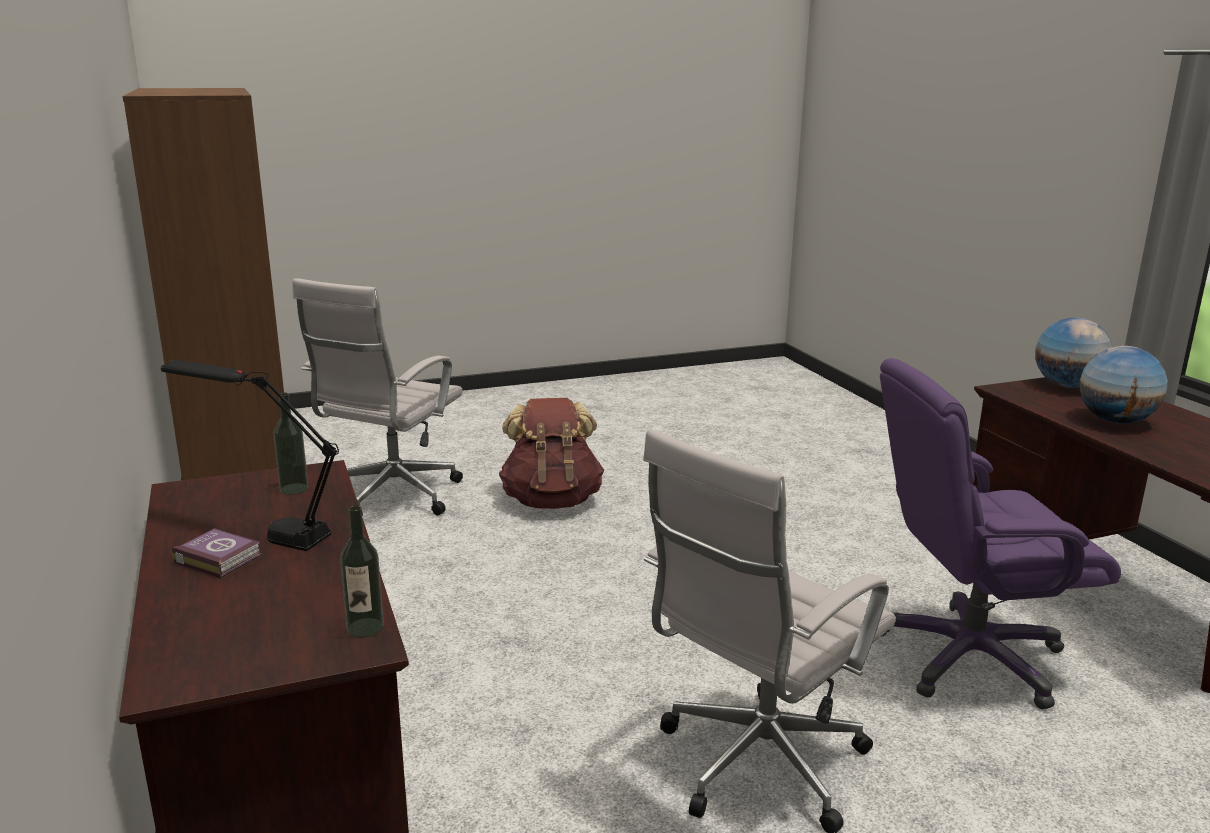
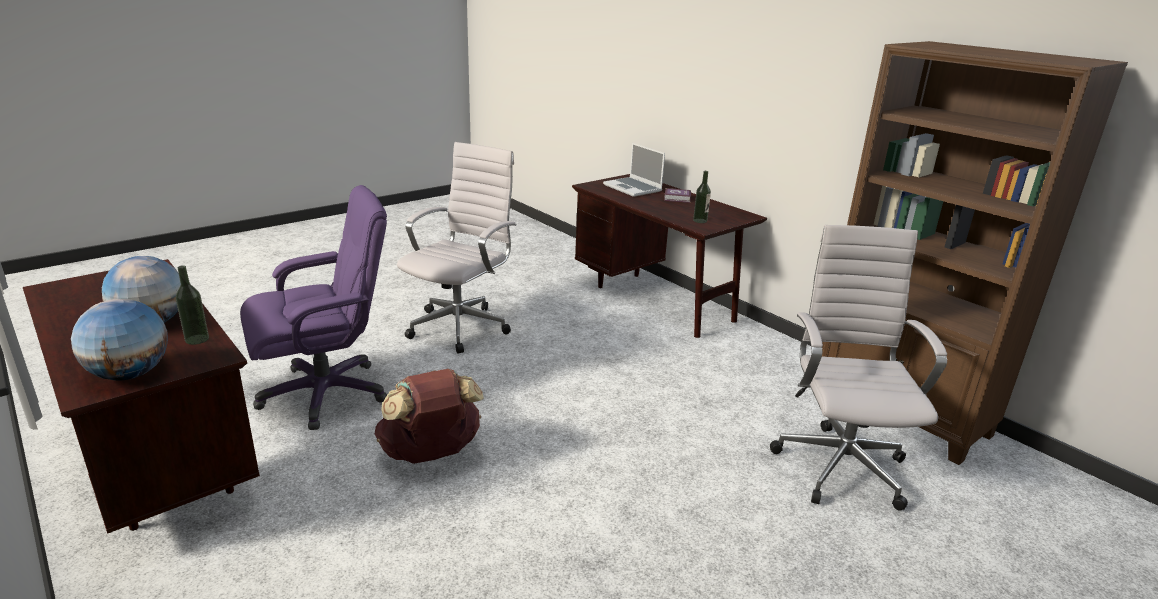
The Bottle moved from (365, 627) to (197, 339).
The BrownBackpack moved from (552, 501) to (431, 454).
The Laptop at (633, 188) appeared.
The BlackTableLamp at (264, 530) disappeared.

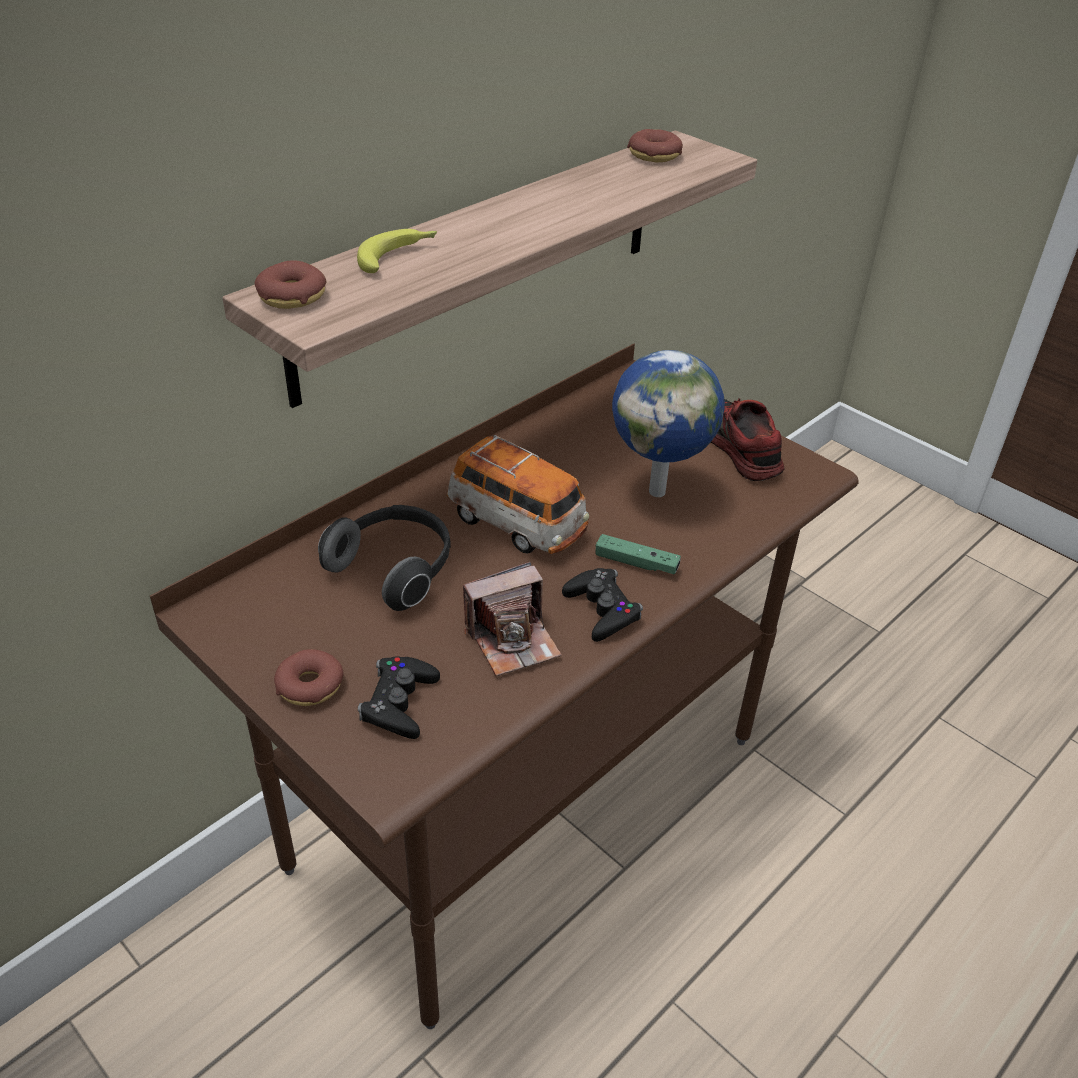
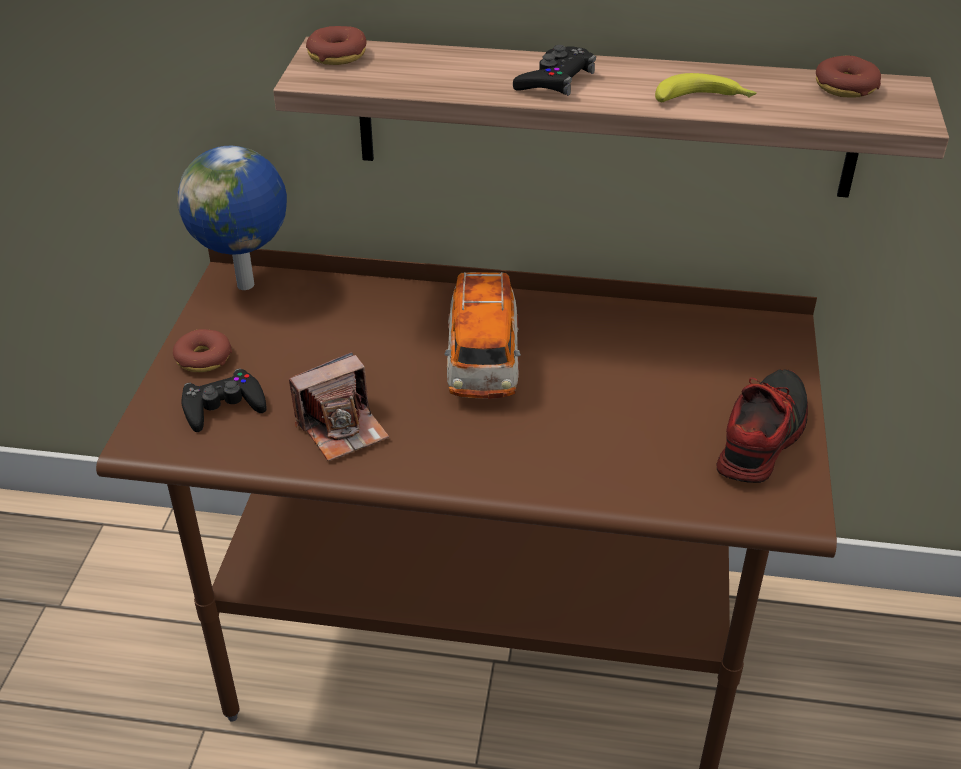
The Globe moved from (658, 490) to (248, 285).
The PhotoCamera at (512, 640) turned 60 degrees counterclockwise.
The BlackGameController moved from (602, 610) to (555, 81).
The Banana moved from (398, 257) to (705, 100).
The Headphones at (394, 569) disappeared.
The GreenGameController at (636, 563) disappeared.

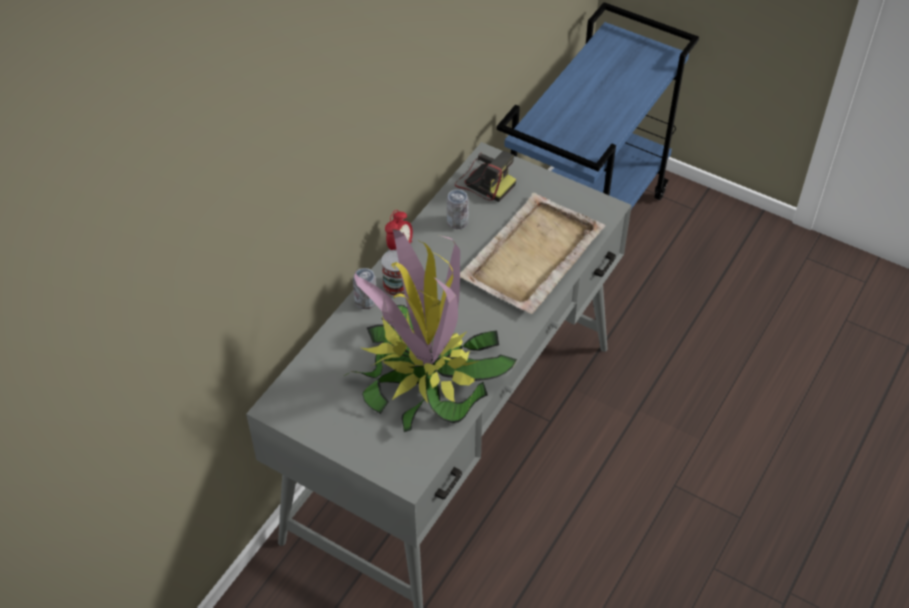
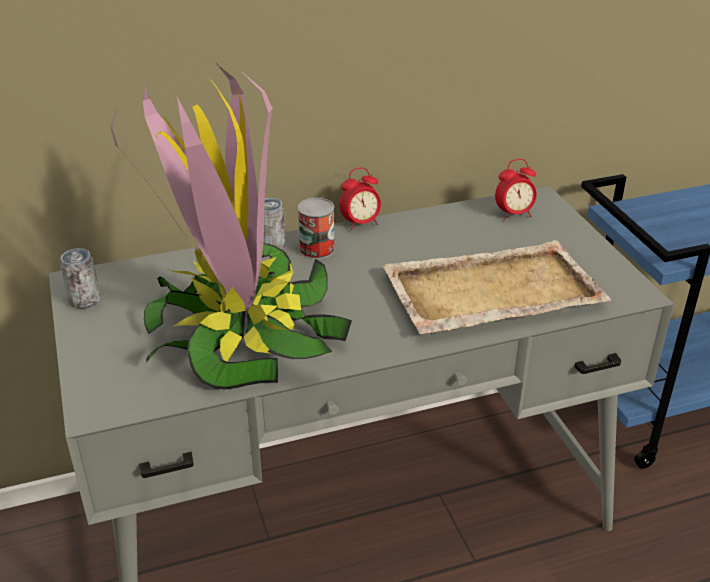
The Can moved from (457, 222) to (85, 301).
The PhotoCamera at (484, 182) was replaced by the AlarmClock at (514, 214).

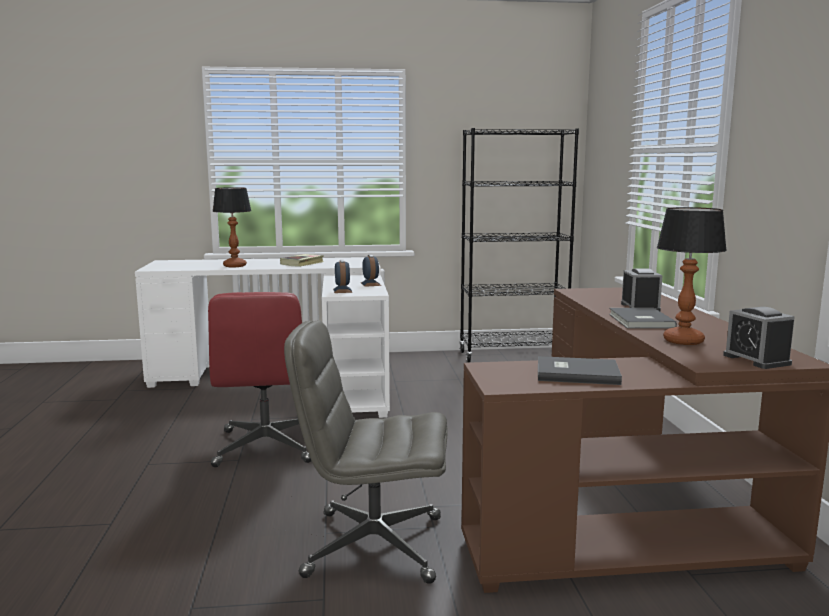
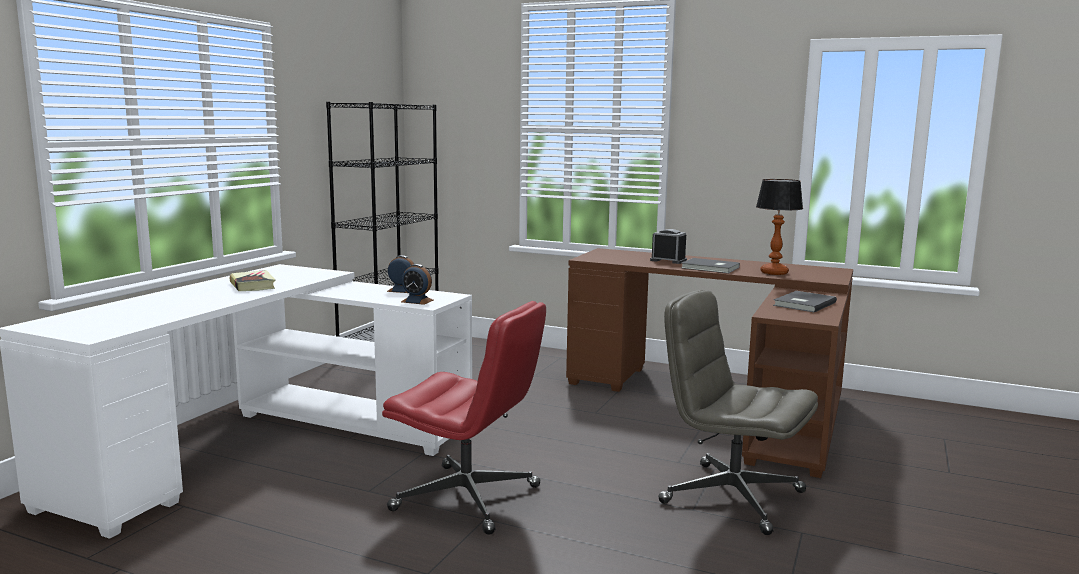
The GreyOfficeChair at (372, 546) turned 90 degrees clockwise.
The TableLamp at (235, 266) disappeared.
The AlarmClock at (756, 359) disappeared.

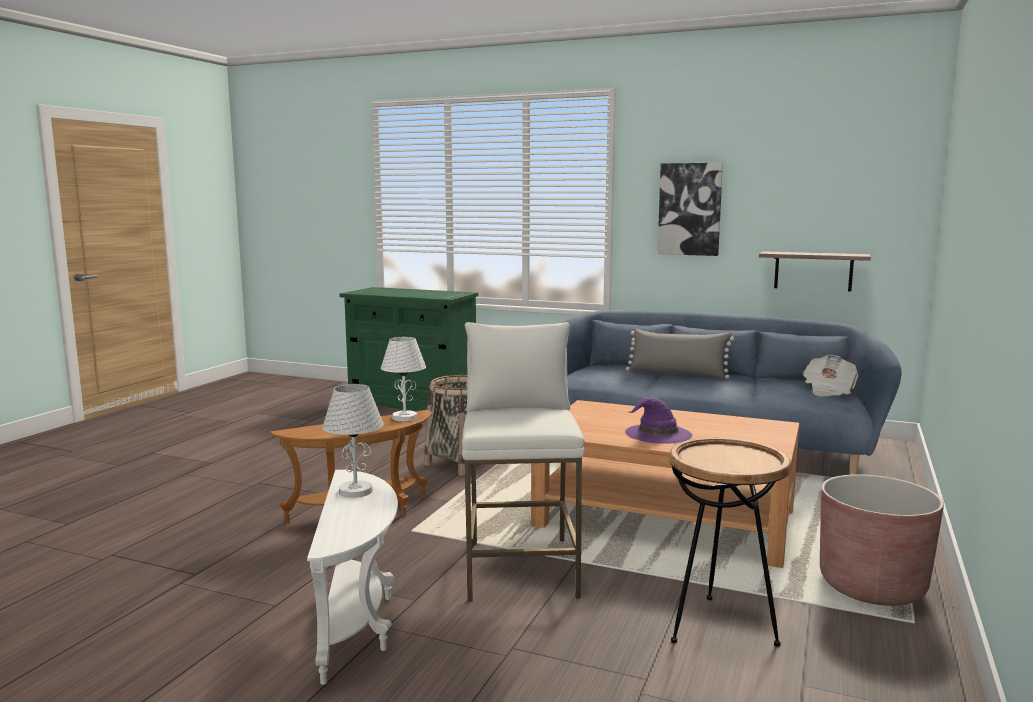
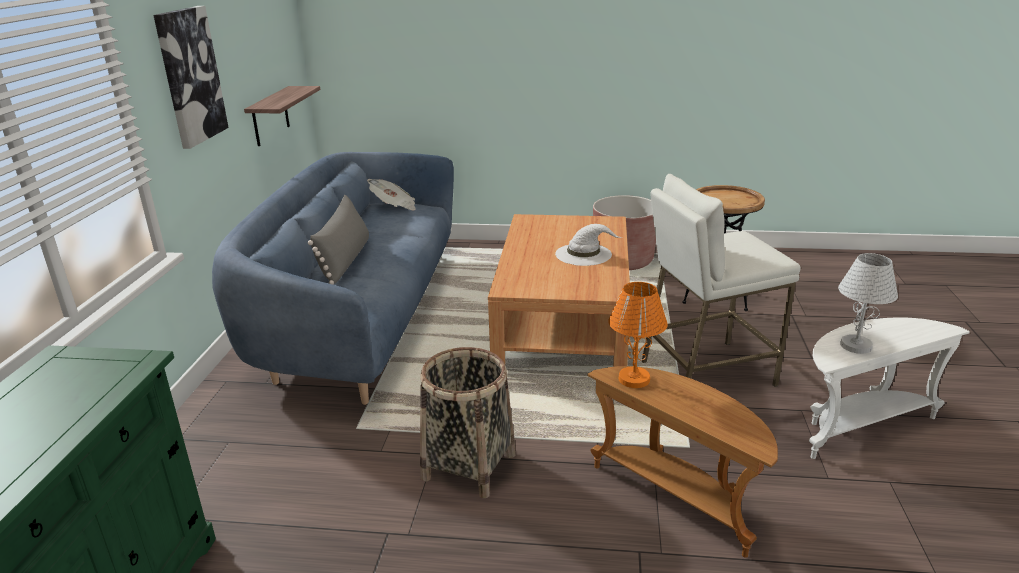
The PurpleHat at (657, 434) became the WhiteHat at (584, 254).
The WhiteTableLamp at (404, 417) became the OrangeTableLamp at (633, 379).

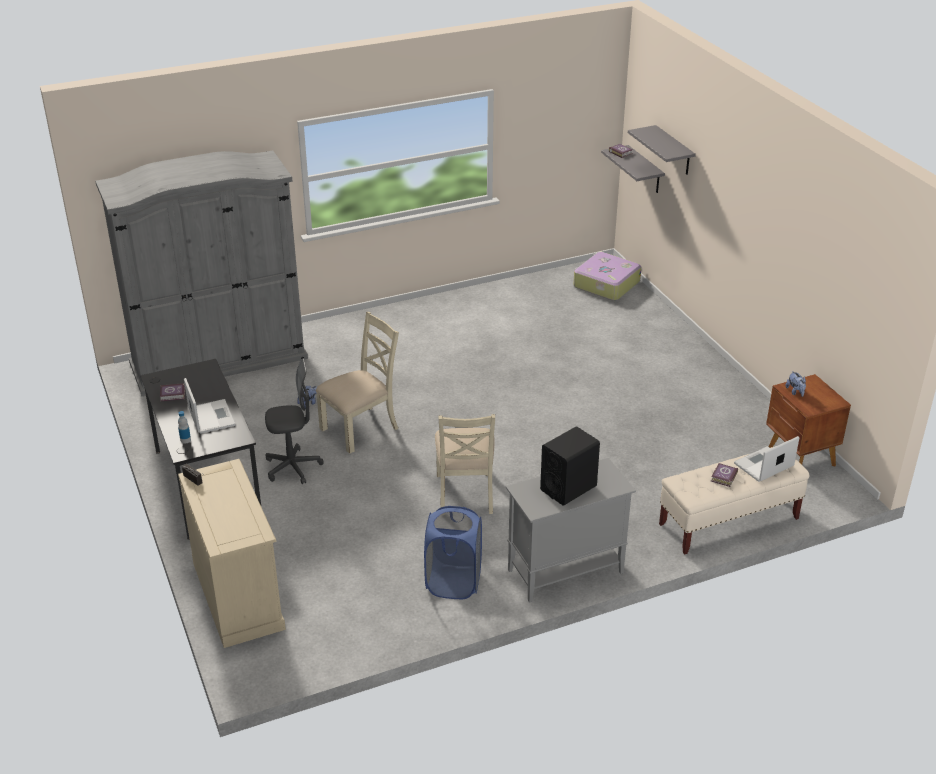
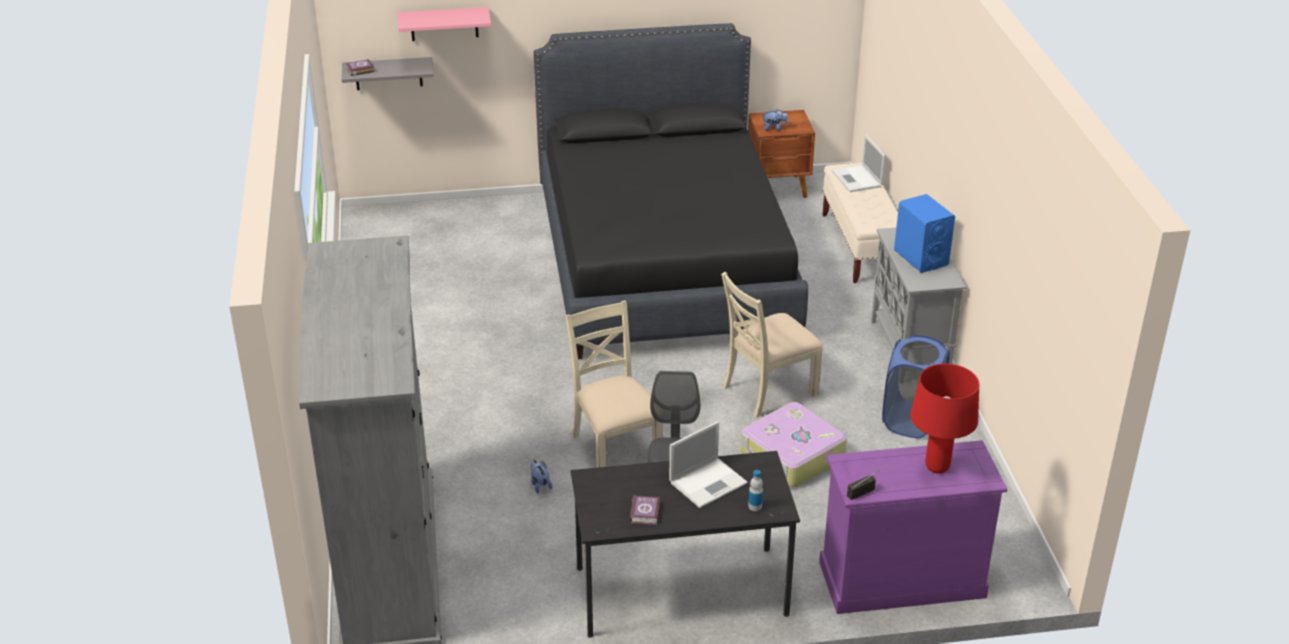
The GreyShelf at (674, 151) became the PinkShelf at (444, 24).
The BlackBed at (664, 263) appeared.
The Laptop at (211, 416) turned 150 degrees clockwise.
The BeigeChair at (465, 493) turned 135 degrees clockwise.
The Suitcase moved from (605, 284) to (792, 456).
The BeigeDresser at (238, 595) became the PurpleDresser at (901, 579).
The BlackSpeaker at (568, 488) became the BlueSpeaker at (920, 258).
The RedTableLamp at (937, 468) appeared.
The Book at (723, 477) disappeared.

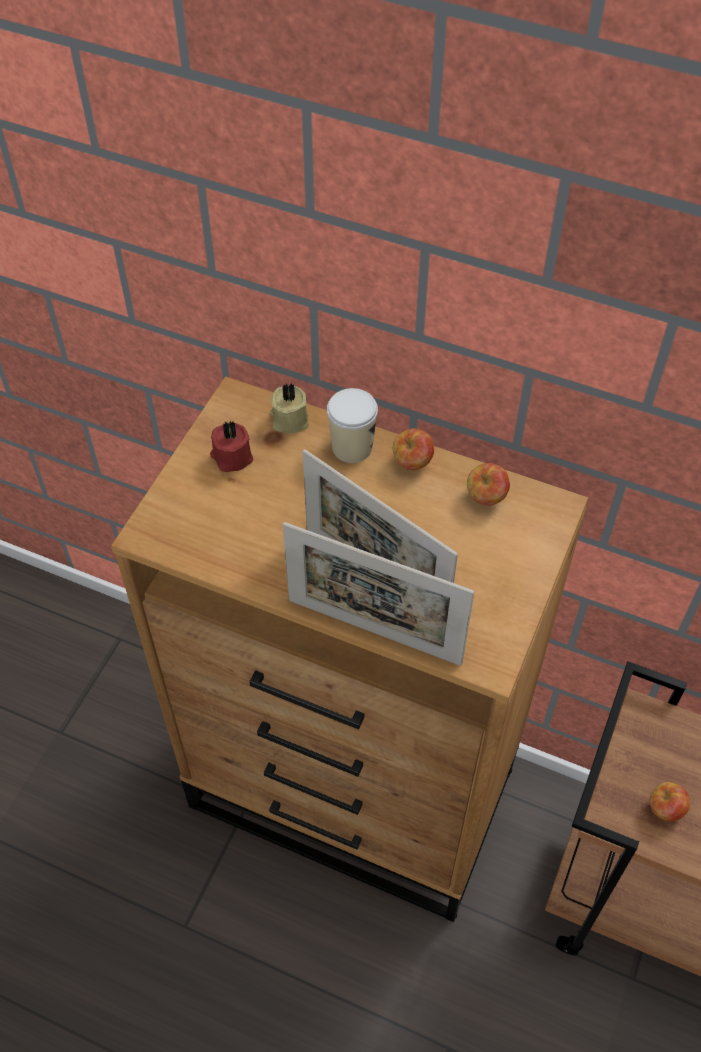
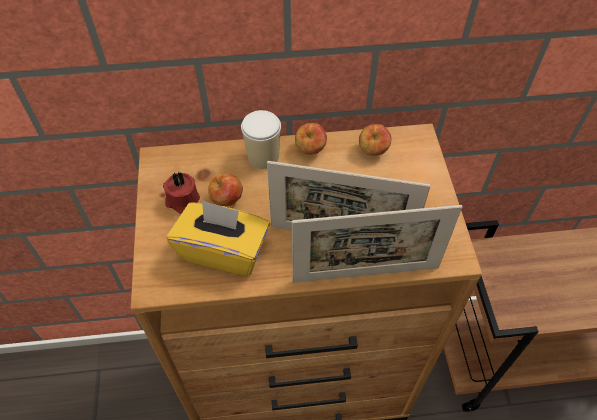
The YellowTissueBox at (224, 251) appeared.
The Apple moved from (665, 809) to (227, 200).
The BeigeCandle at (289, 419) disappeared.

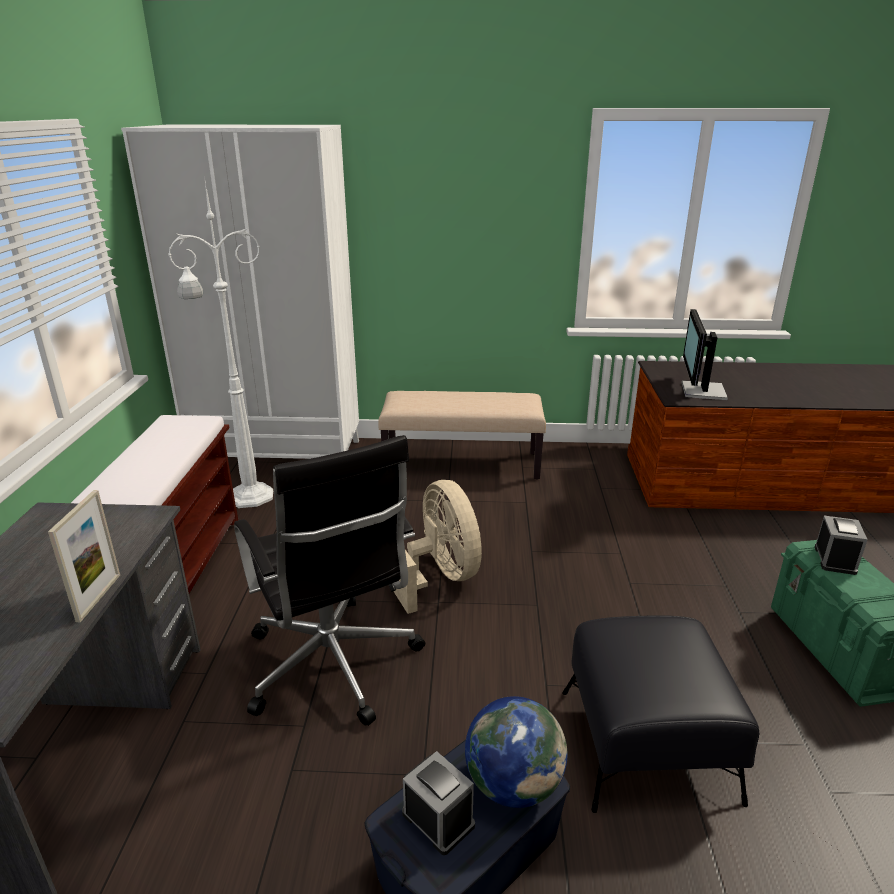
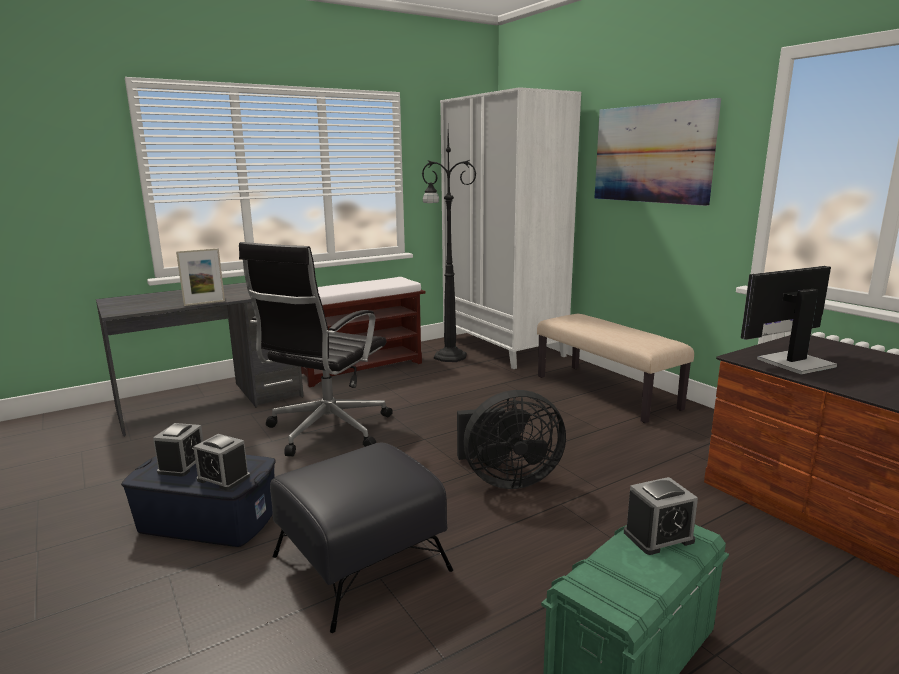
The Globe at (513, 784) was replaced by the AlarmClock at (223, 478).
The WhiteFloorLamp at (248, 496) became the BlackFloorLamp at (448, 356).
The BlackFan at (506, 479) appeared.
The Picture at (652, 154) appeared.
The BeigeFan at (440, 577) disappeared.

